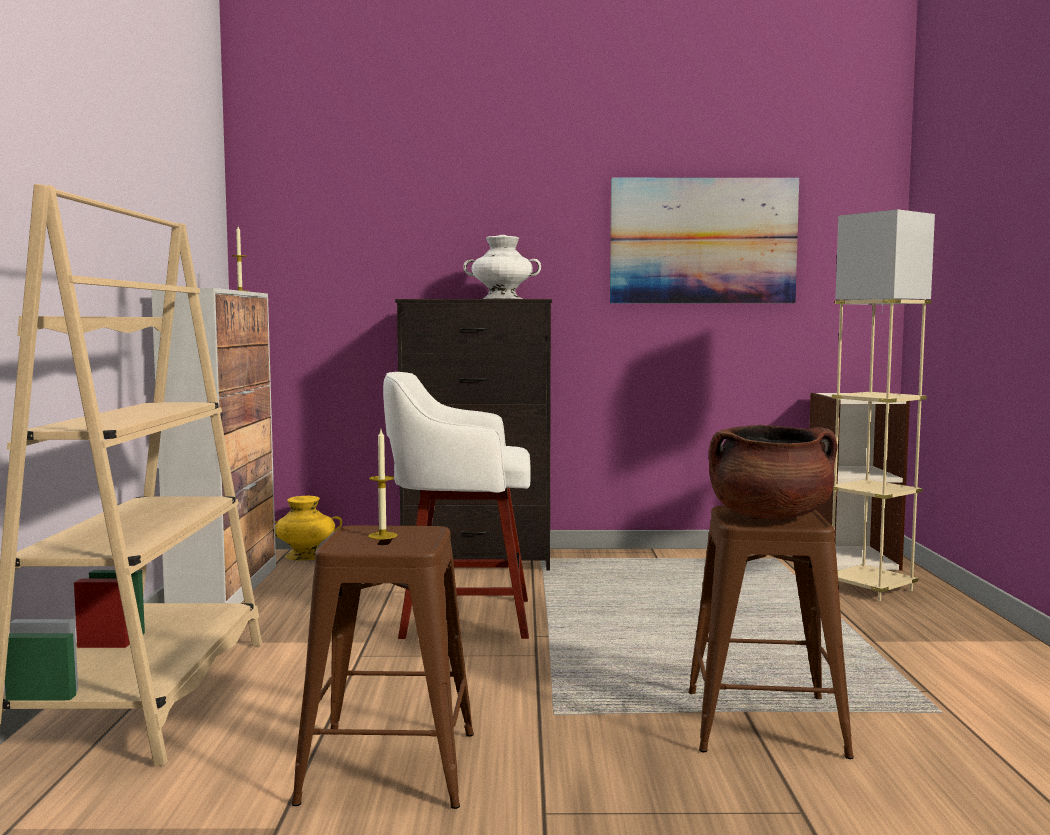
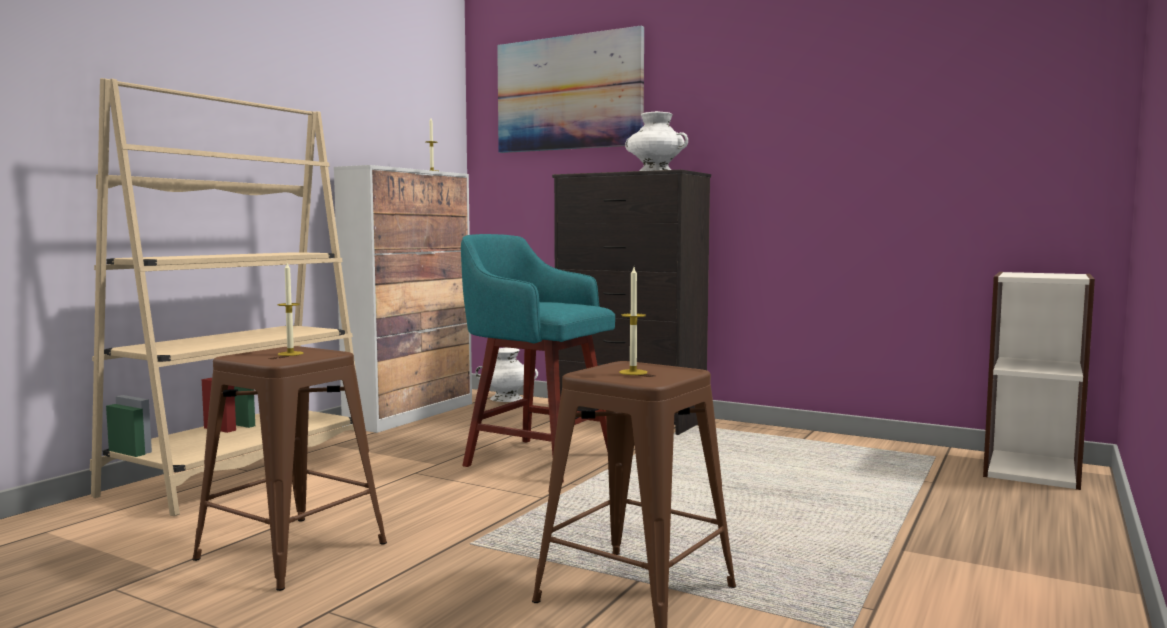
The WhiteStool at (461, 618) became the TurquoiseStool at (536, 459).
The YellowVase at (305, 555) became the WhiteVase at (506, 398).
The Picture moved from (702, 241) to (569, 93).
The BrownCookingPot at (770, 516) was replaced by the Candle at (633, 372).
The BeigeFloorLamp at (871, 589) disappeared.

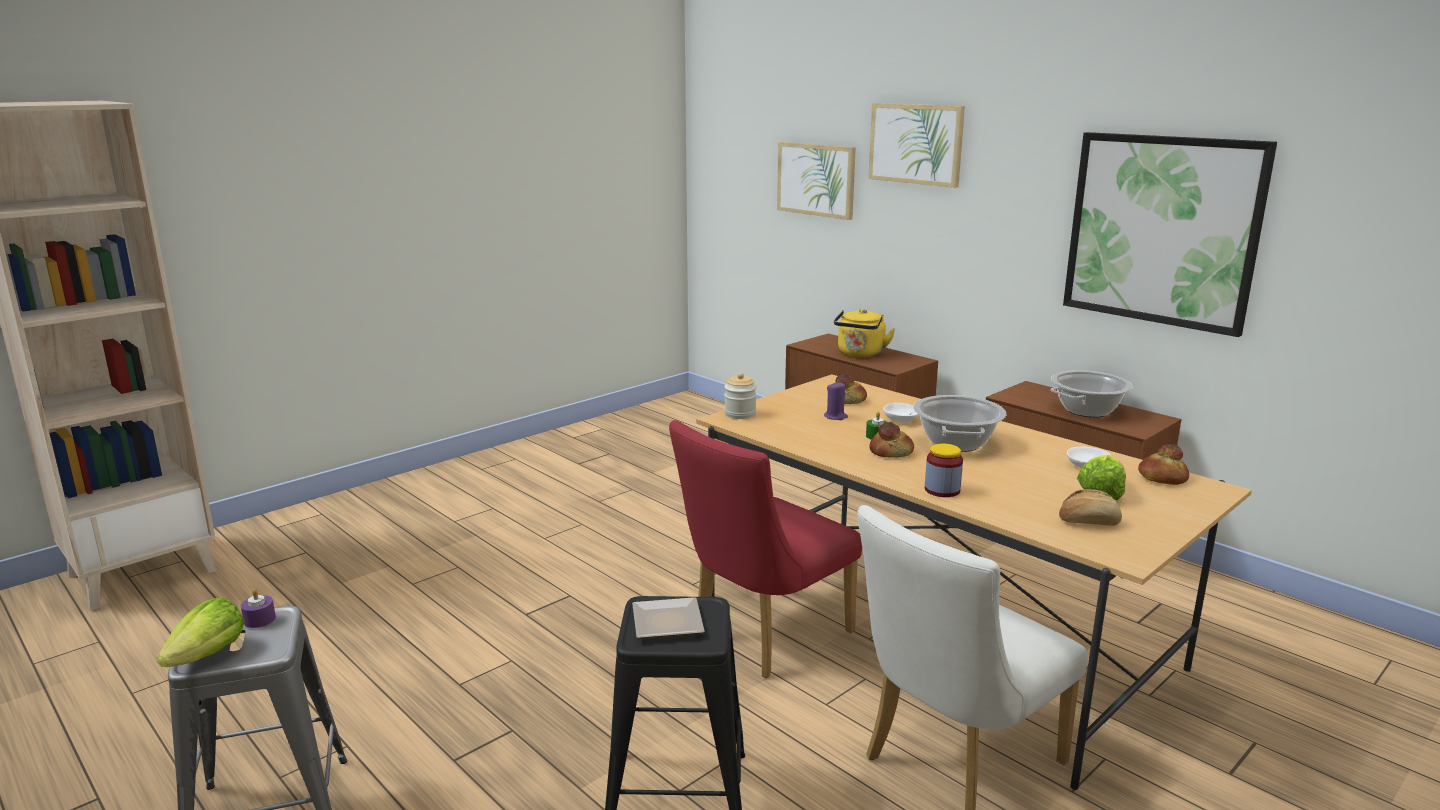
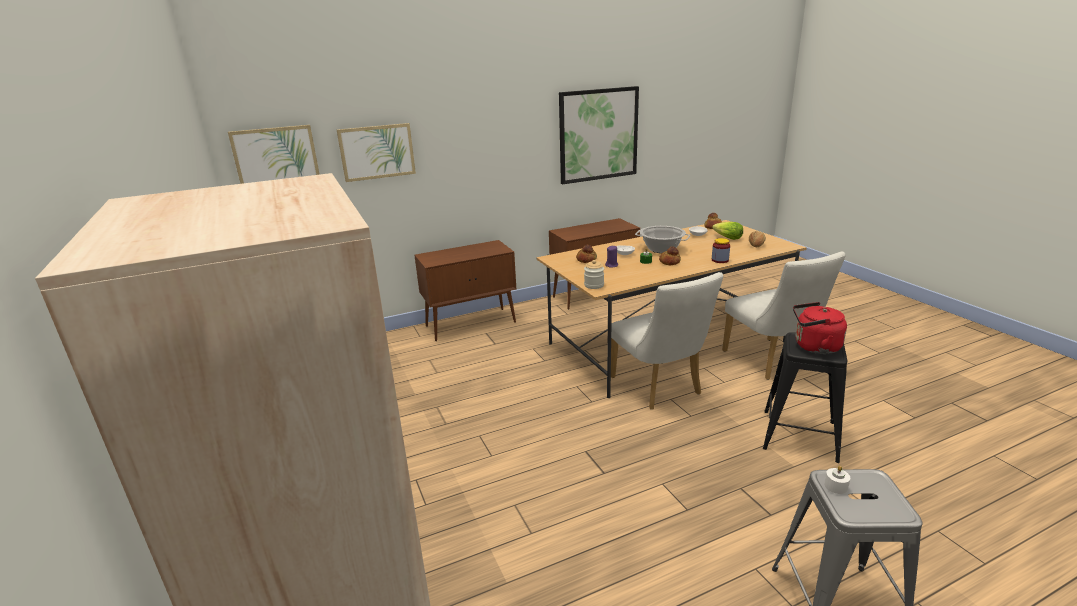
The Picture moved from (916, 144) to (275, 155).
The RedChair at (762, 637) became the WhiteChair at (659, 388).
The Plate at (669, 621) was replaced by the RedKettle at (814, 347).
The PurpleCandle at (259, 619) became the WhiteCandle at (835, 486).
The Lettuce at (208, 656) disappeared.
The YellowKettle at (860, 354) disappeared.
The CookingPot at (1087, 410) disappeared.

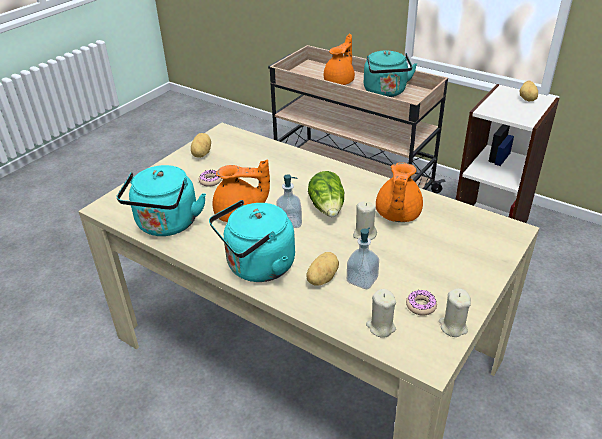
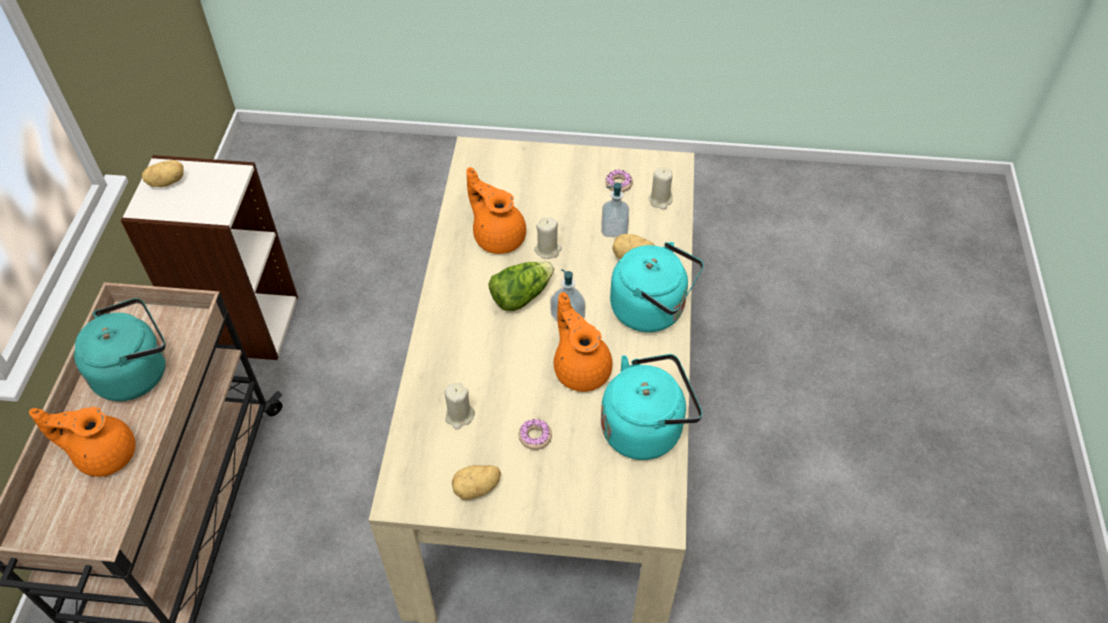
The BeigeCandle moved from (453, 326) to (459, 416).
The OrangeTeapot at (397, 214) turned 120 degrees counterclockwise.

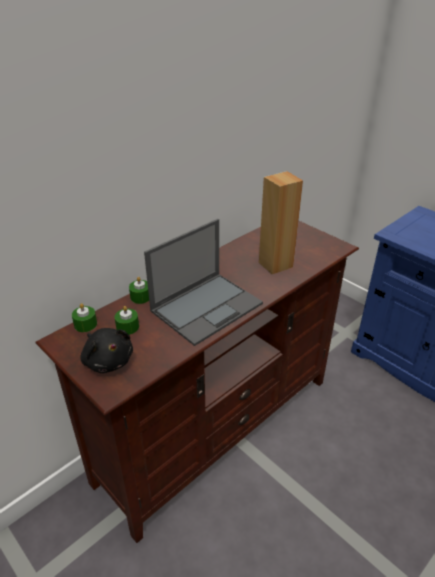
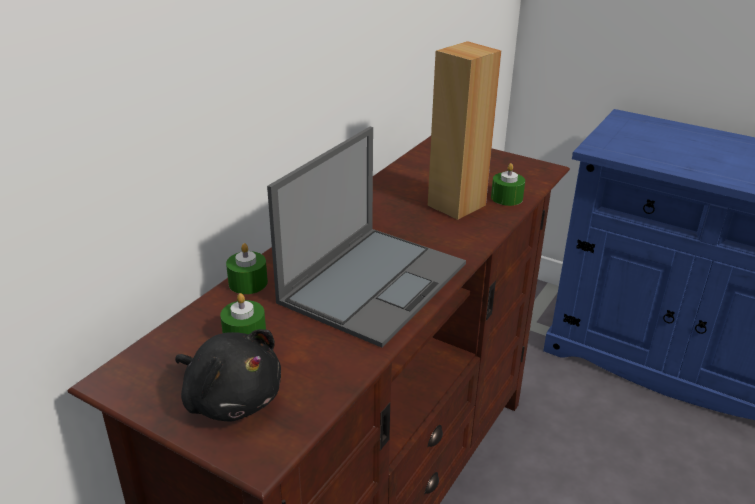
The GreenCandle moved from (85, 324) to (506, 198).

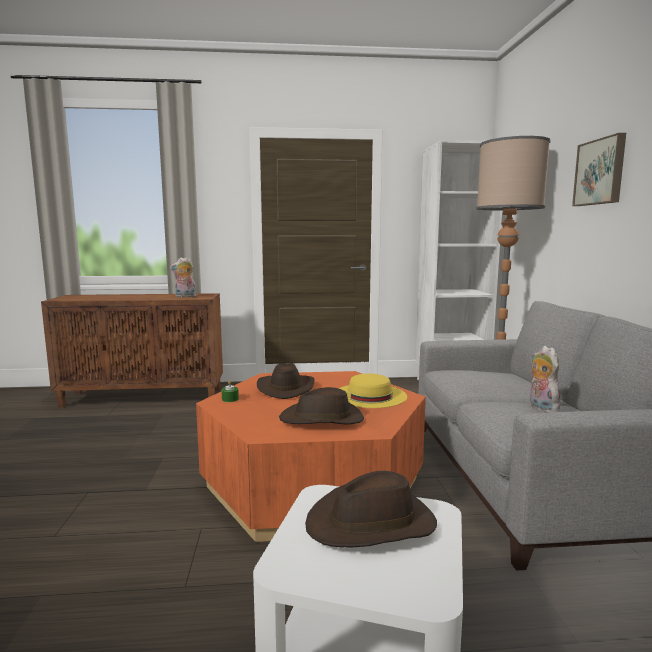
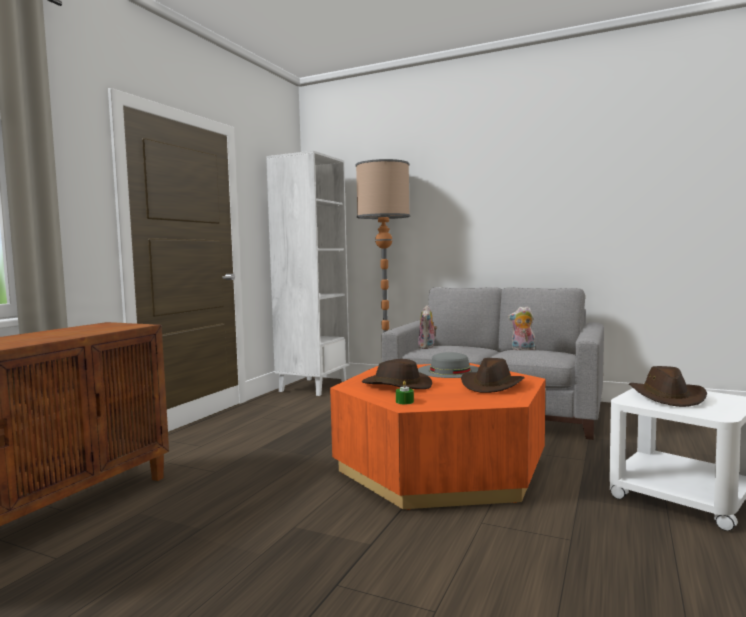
The PlushToy moved from (185, 297) to (427, 347).
The YellowHat at (369, 395) became the GreyHat at (450, 371).
The Picture at (600, 172) disappeared.

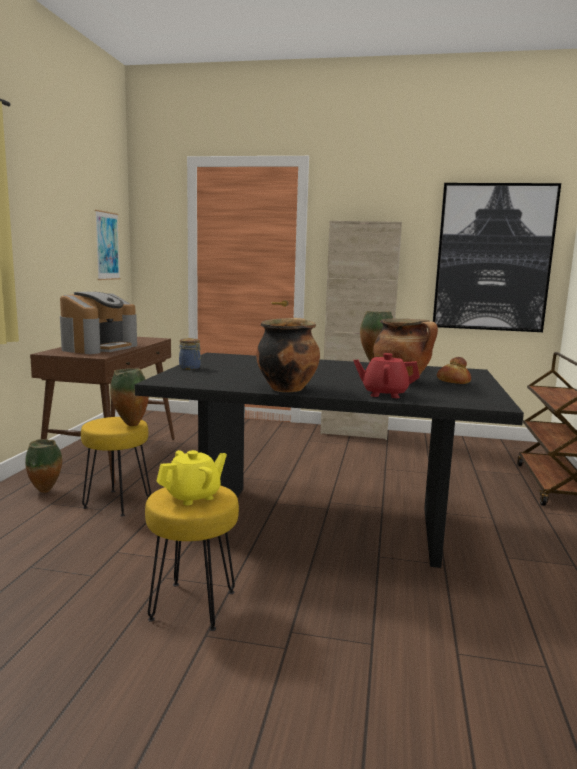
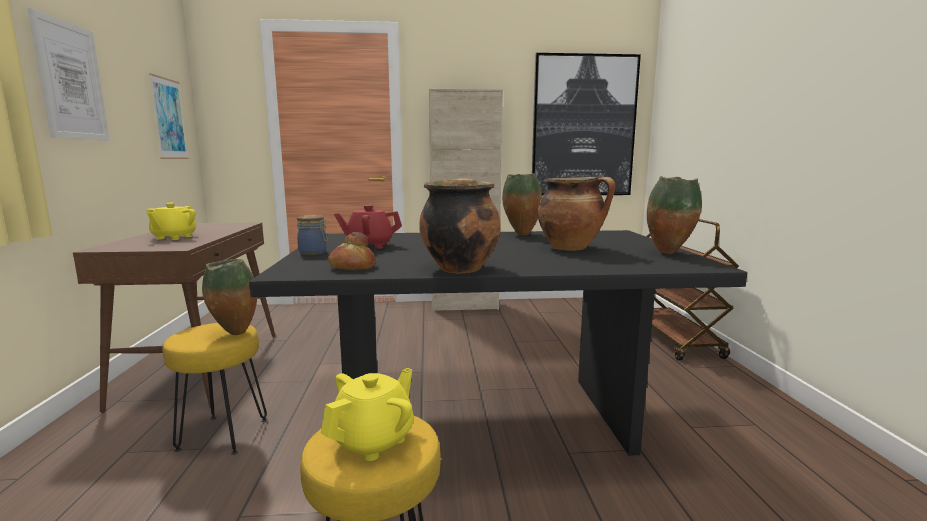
The Picture at (71, 81) appeared.
The CoffeeMachine at (99, 347) was replaced by the YellowTeapot at (174, 237).
The Bread moved from (453, 381) to (352, 267).
The RedTeapot moved from (384, 394) to (369, 246).
The Vase moved from (46, 491) to (669, 253).

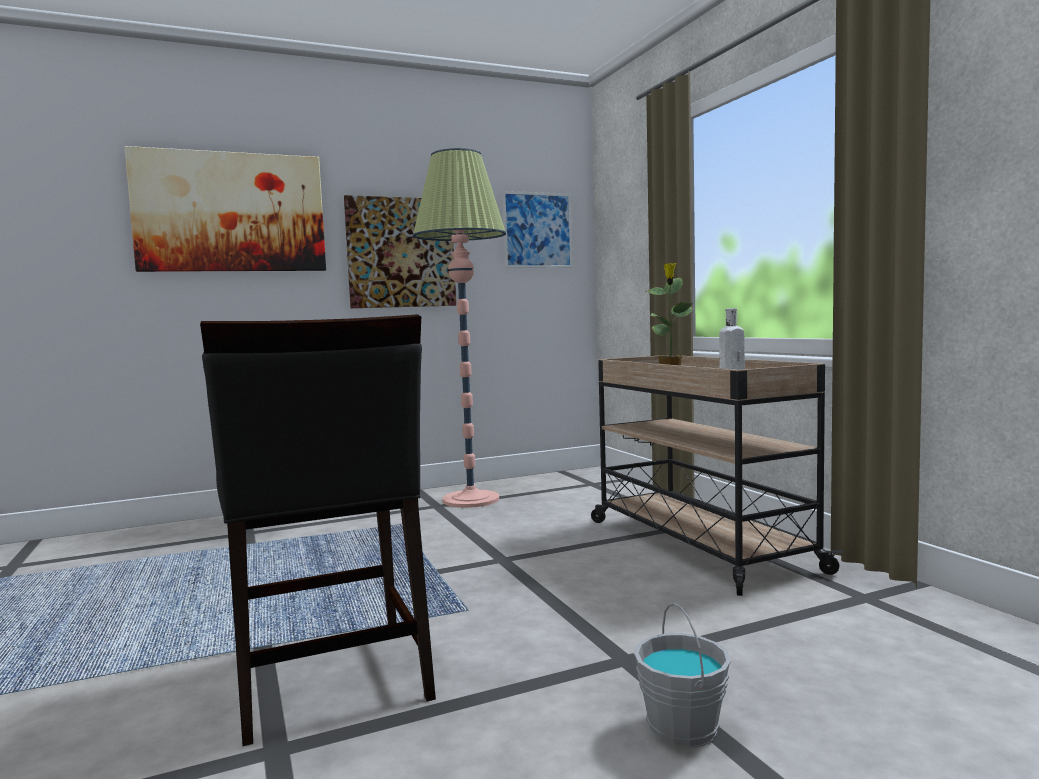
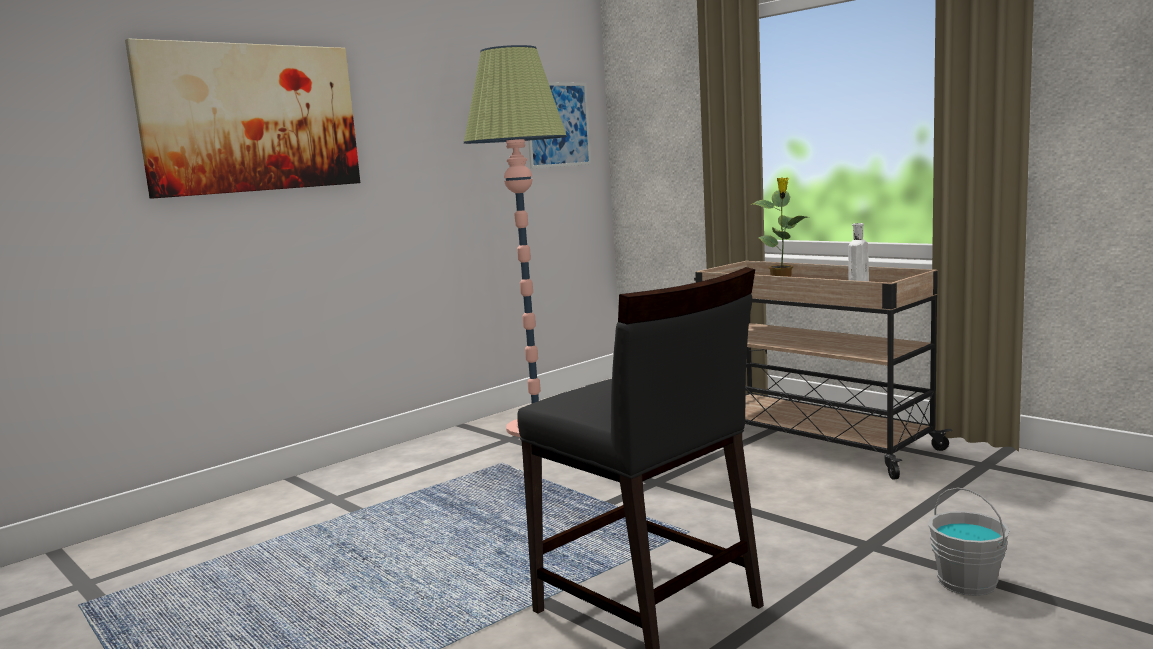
The Picture at (401, 253) disappeared.

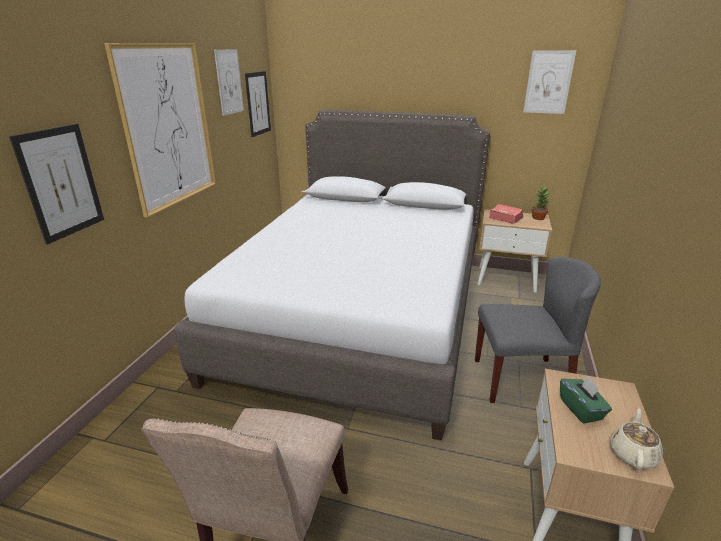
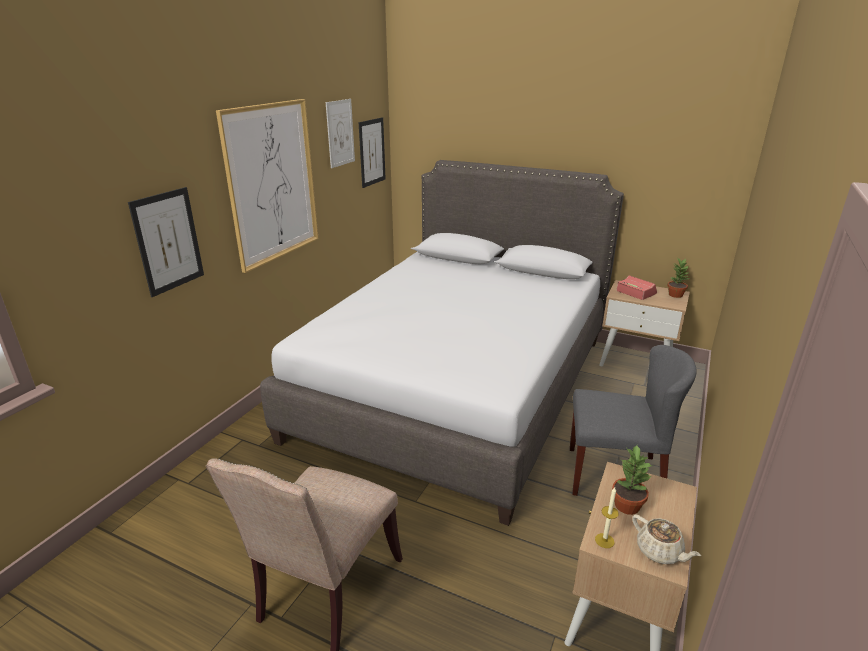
The Candle at (604, 540) appeared.
The GreenTissueBox at (581, 409) was replaced by the PottedPlant at (626, 505).
The BeigeTeapot at (632, 454) turned 105 degrees clockwise.
The Picture at (548, 82) disappeared.

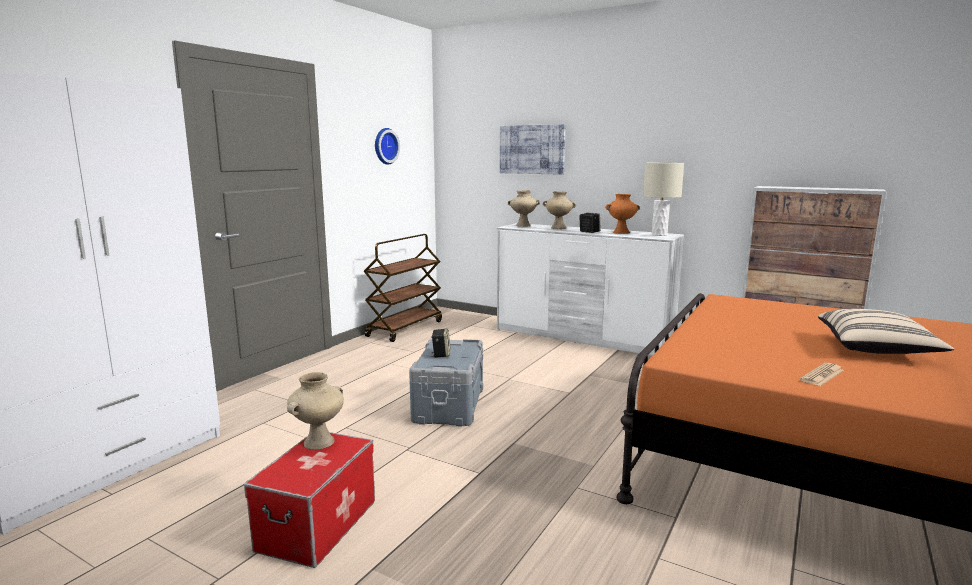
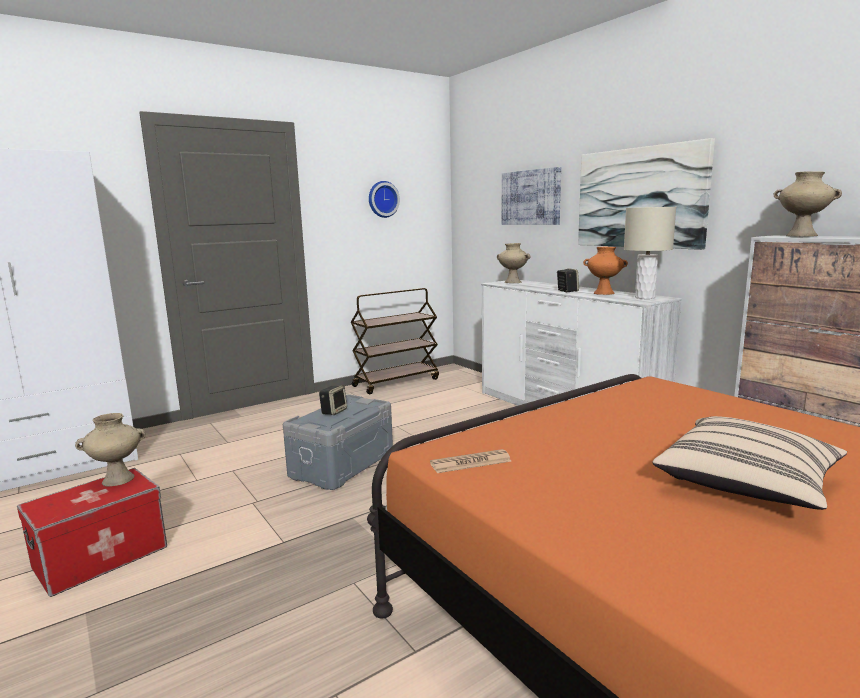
The Newspaper moved from (822, 375) to (470, 462).
The Picture at (640, 198) appeared.
The BeigeVase moved from (559, 228) to (802, 236).

